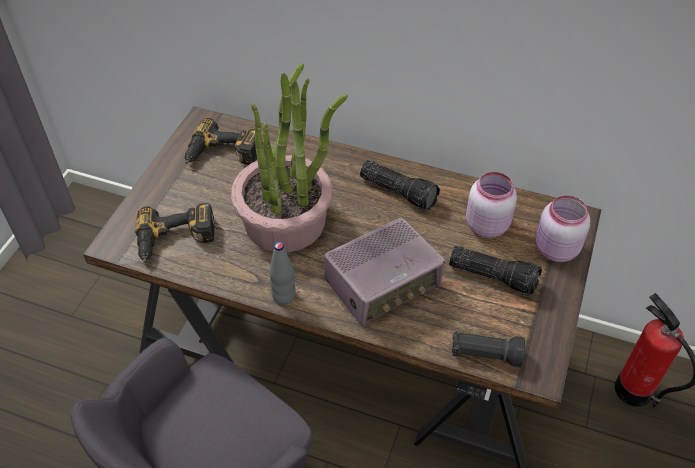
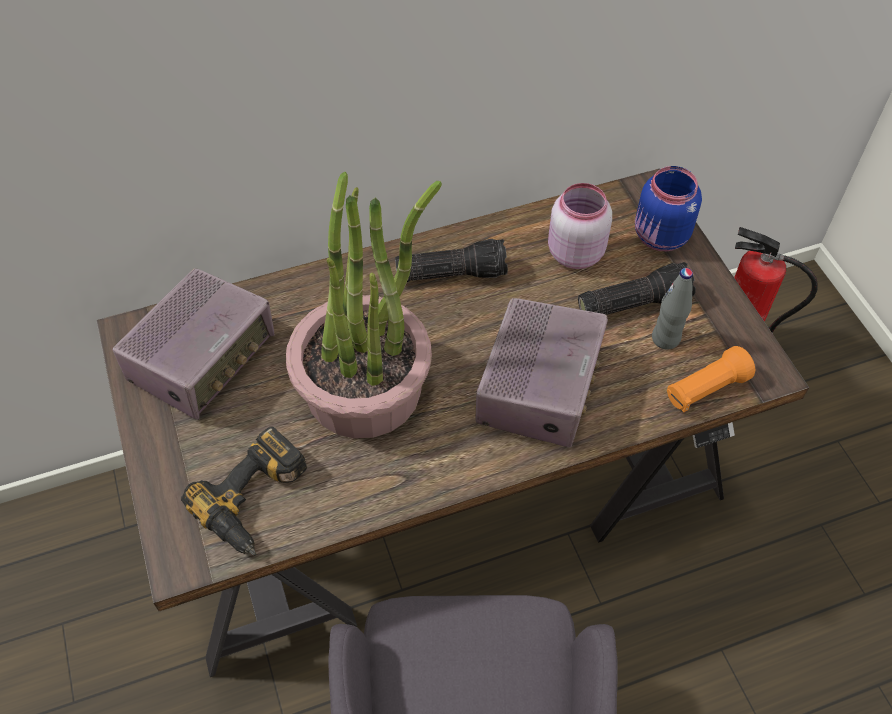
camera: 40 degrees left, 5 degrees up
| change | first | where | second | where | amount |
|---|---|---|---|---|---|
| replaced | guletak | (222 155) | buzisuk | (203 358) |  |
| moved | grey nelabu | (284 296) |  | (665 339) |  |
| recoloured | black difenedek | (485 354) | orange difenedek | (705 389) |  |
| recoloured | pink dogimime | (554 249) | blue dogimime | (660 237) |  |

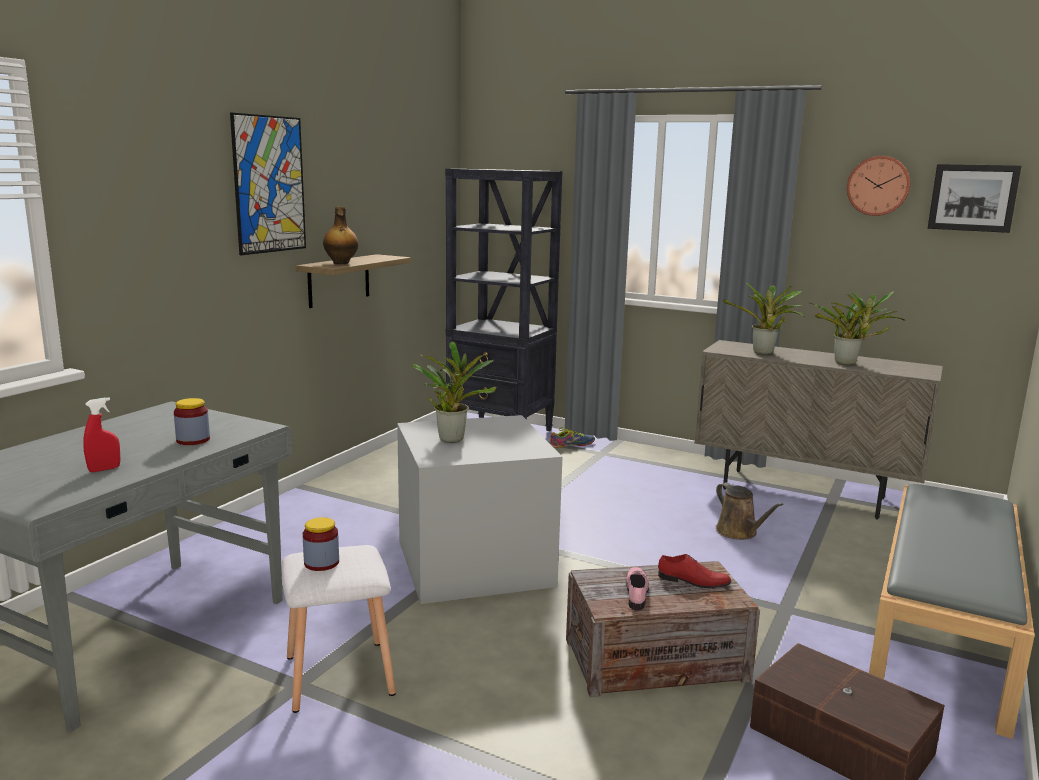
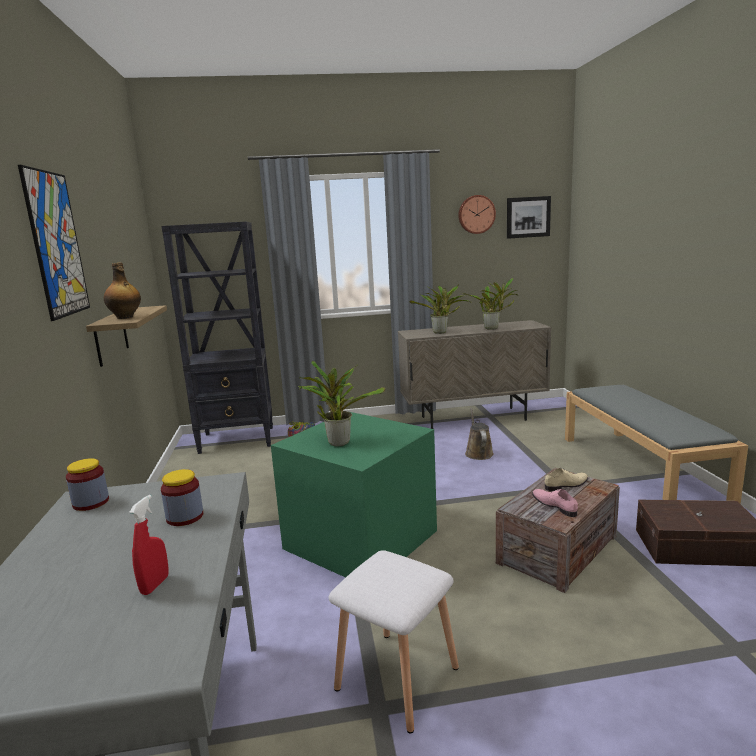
camera: 35 degrees left, 0 degrees up
| change | first | where | second | where | amount |
|---|---|---|---|---|---|
| moved | dogimime | (321 563) |  | (91 502) |  |
| recoloured | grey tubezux | (476 562) | green tubezux | (360 538) |  |
| recoloured | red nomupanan | (693 581) | beige nomupanan | (567 484) |  |
| turned | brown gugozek | (739 532) |  | (478 453) | 120 degrees counterclockwise |

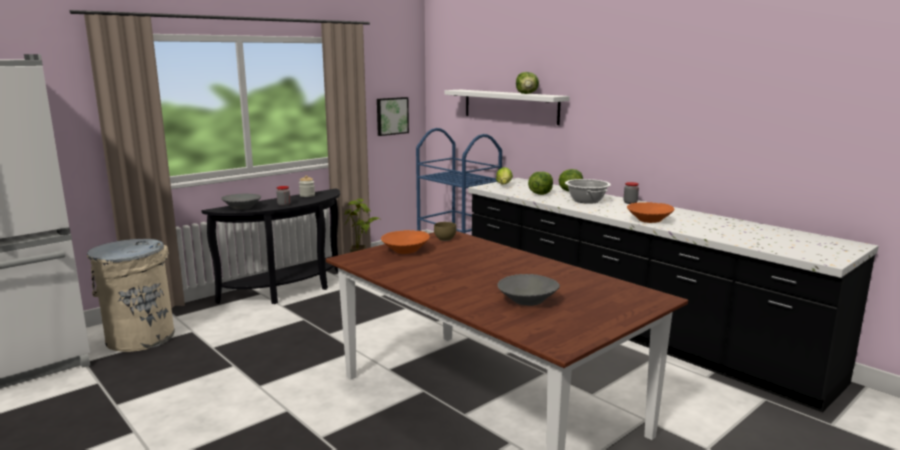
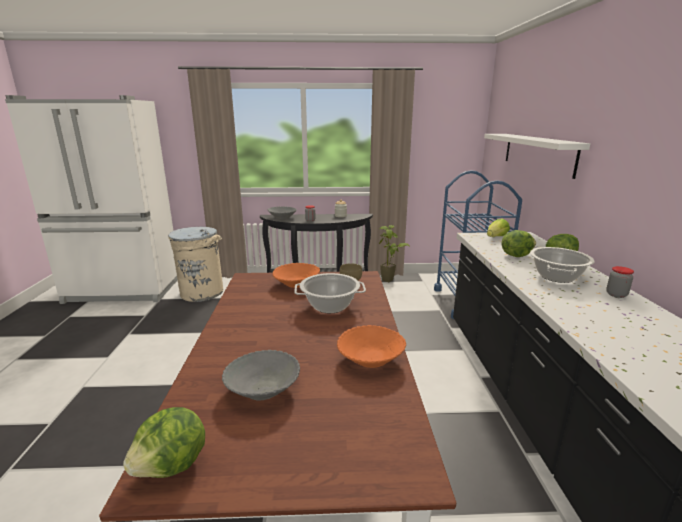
camera: 40 degrees right, 5 degrees up
| change | first | where | second | where | amount |
|---|---|---|---|---|---|
| removed | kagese | (391 116) |  |  |  |
| moved | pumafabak | (527 94) |  | (173 466) |  |
| moved | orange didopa | (649 220) |  | (370 359) |  |
| added |  |  | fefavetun | (330 306) |  |

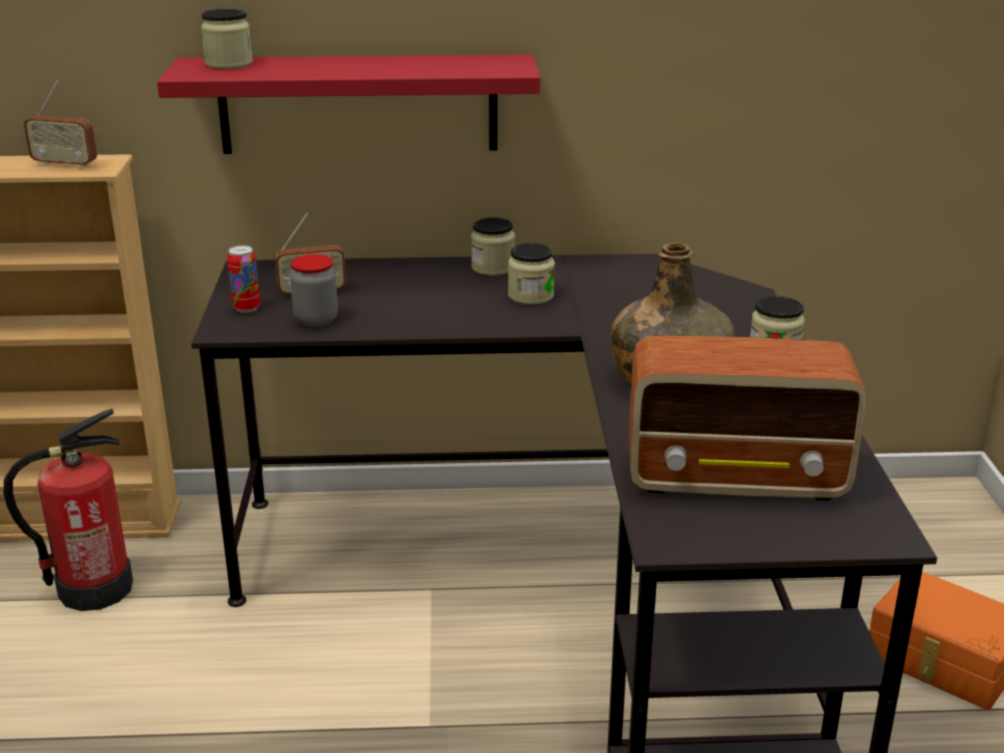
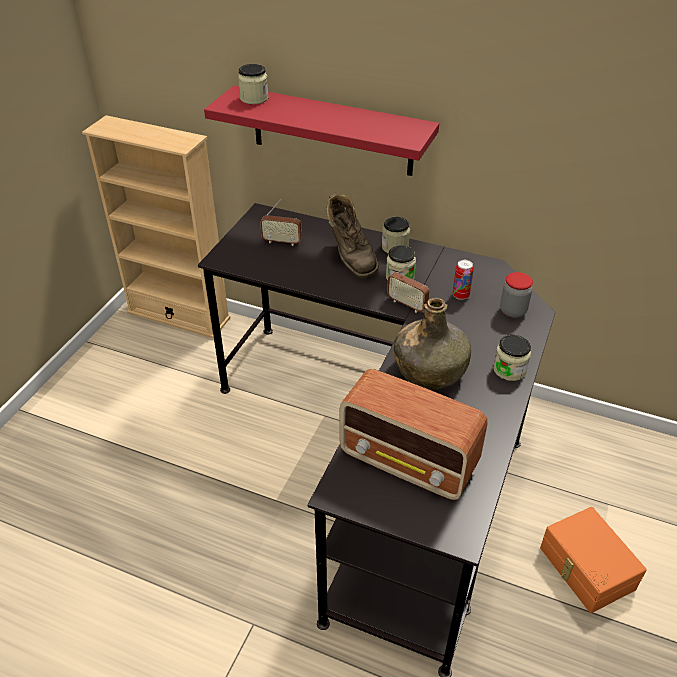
camera: 25 degrees right, 15 degrees up
| change | first | where | second | where | amount |
|---|---|---|---|---|---|
| removed | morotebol | (93 588) |  |  |  |
| moved | buzisuk | (65 165) |  | (407 304) |  |
| moved | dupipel | (246 308) |  | (460 295) |  |
| moved | dogimime | (316 320) |  | (513 311) |  |
| added |  |  | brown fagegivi | (350 258) |  |

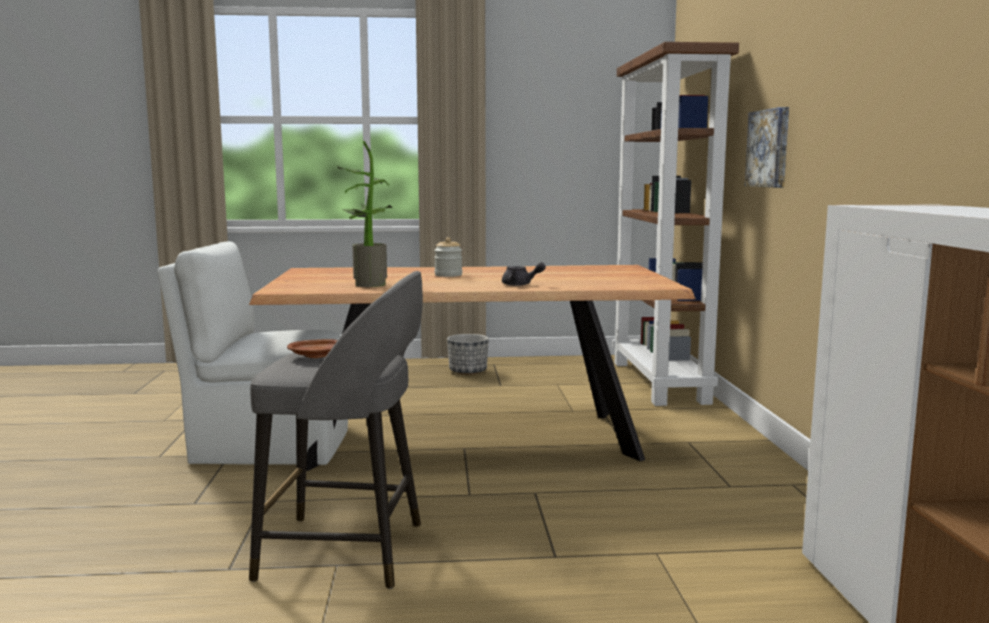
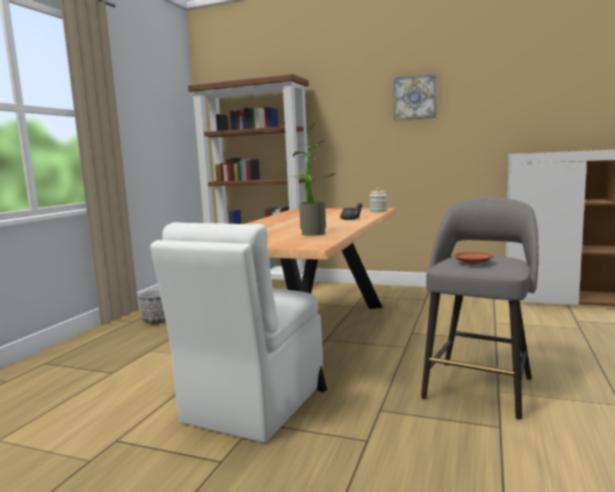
camera: 65 degrees left, 0 degrees up
| change | first | where | second | where | amount |
|---|---|---|---|---|---|
| moved | dogimime | (448 275) |  | (378 211) |  |
| moved | kagese | (770 148) |  | (415 97) |  |

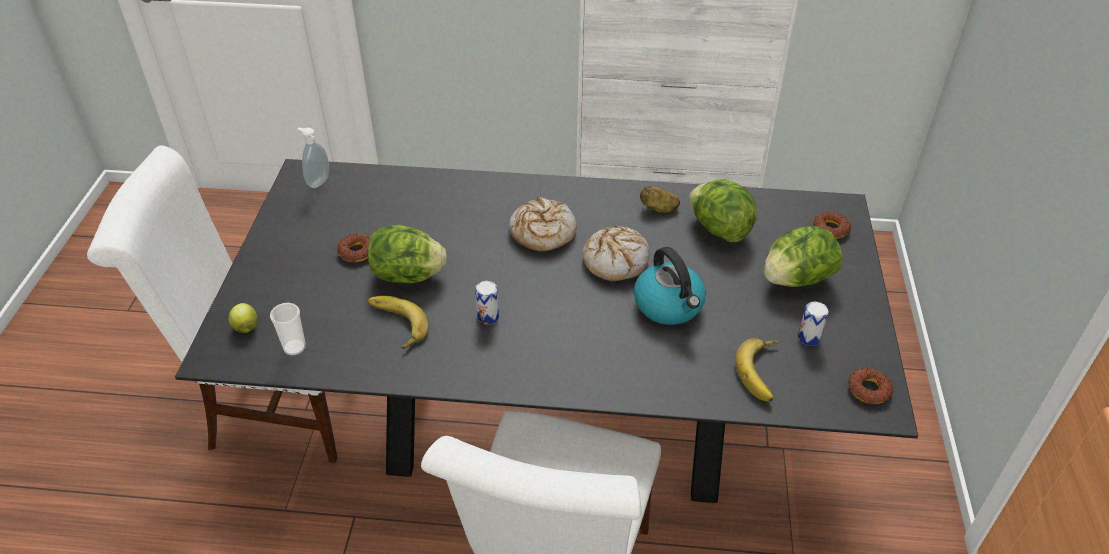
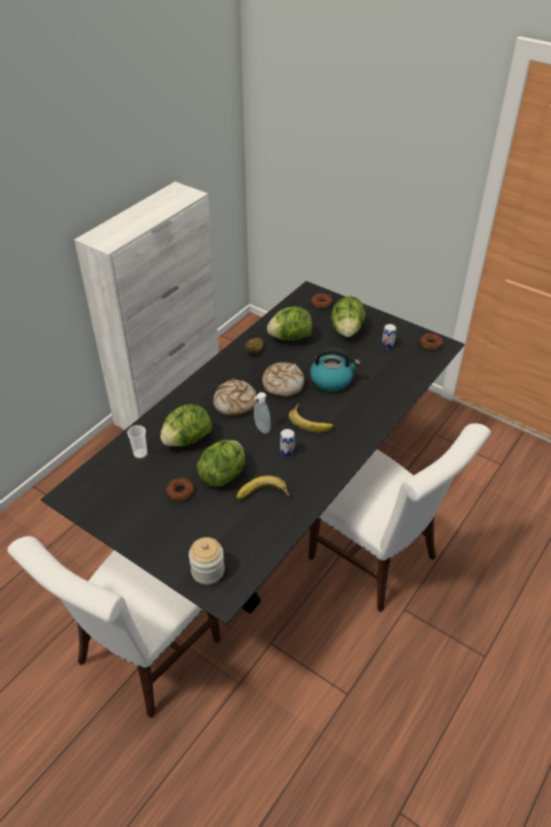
camera: 60 degrees left, 0 degrees up
| change | first | where | second | where | amount |
|---|---|---|---|---|---|
| replaced | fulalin | (246 327) | dogimime | (208 571) |  |
| moved | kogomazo | (294 347) |  | (140 453) |  |
| moved | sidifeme | (317 181) |  | (261 429) |  |
| moved | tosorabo | (764 372) |  | (311 421) |  |
| added |  |  | pumafabak | (187 440) |  |

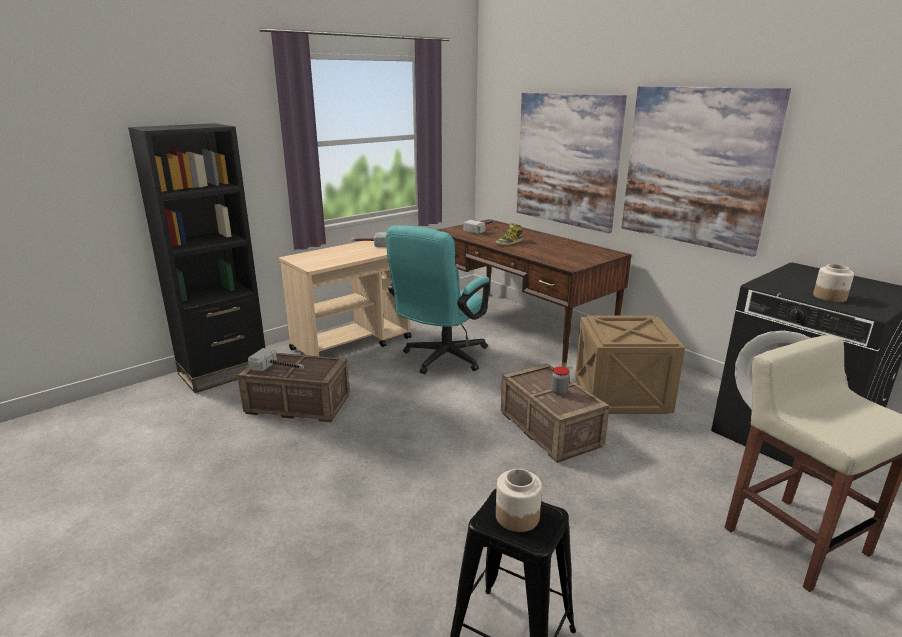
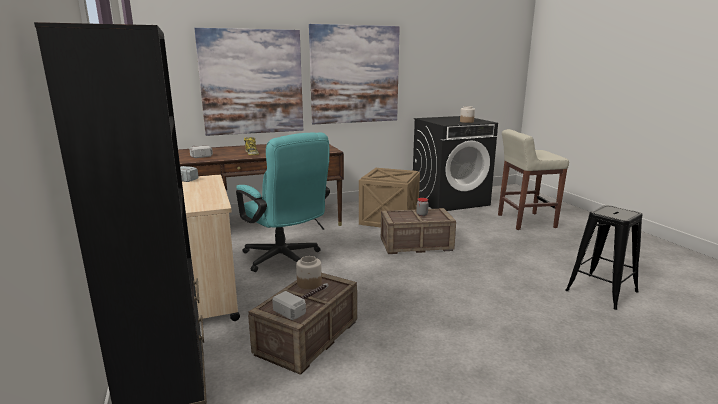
camera: 70 degrees left, 5 degrees down
| change | first | where | second | where | amount |
|---|---|---|---|---|---|
| moved | dogimime | (517 516) |  | (309 283) |  |

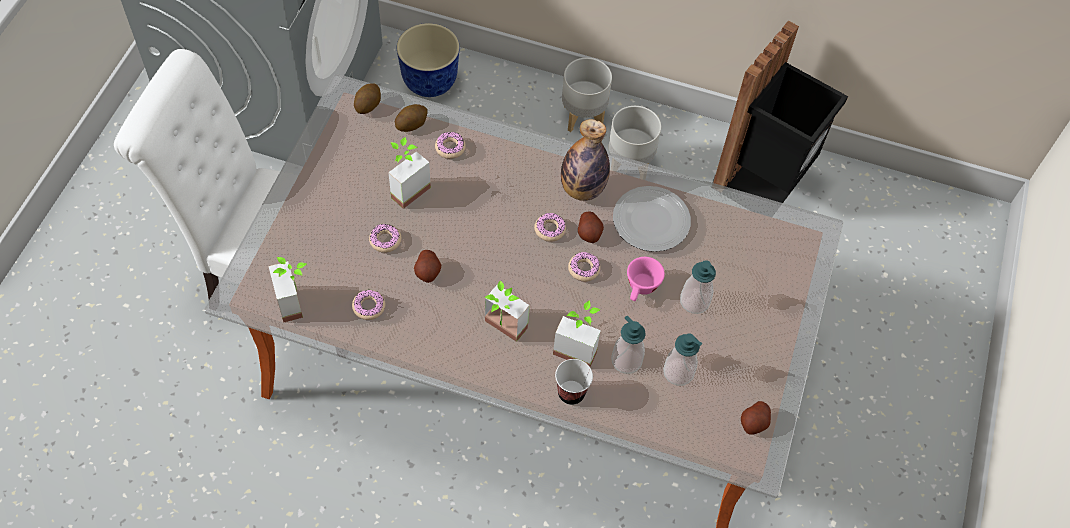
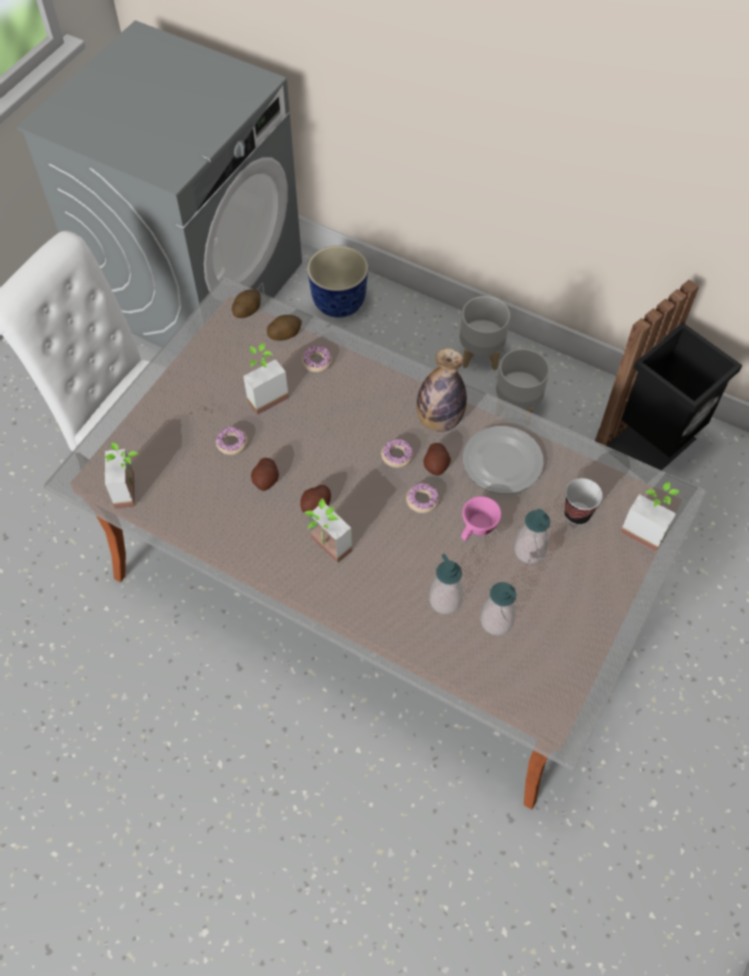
camera: 15 degrees right, 0 degrees up
| change | first | where | second | where | amount |
|---|---|---|---|---|---|
| removed | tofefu | (369 307) |  |  |  |
| moved | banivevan | (577 346) |  | (646 528) |  |
| moved | kogomazo | (571 393) |  | (577 514) |  |
| moved | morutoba | (754 423) |  | (316 505) |  |

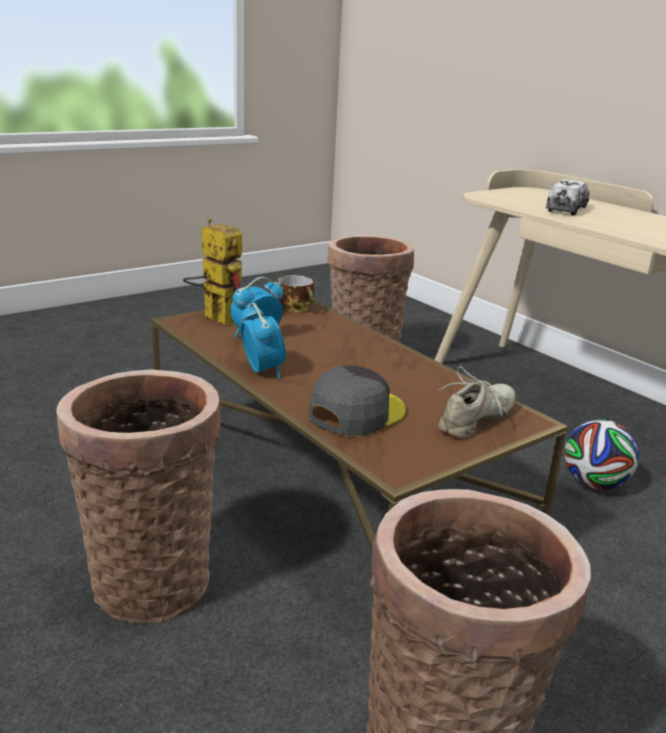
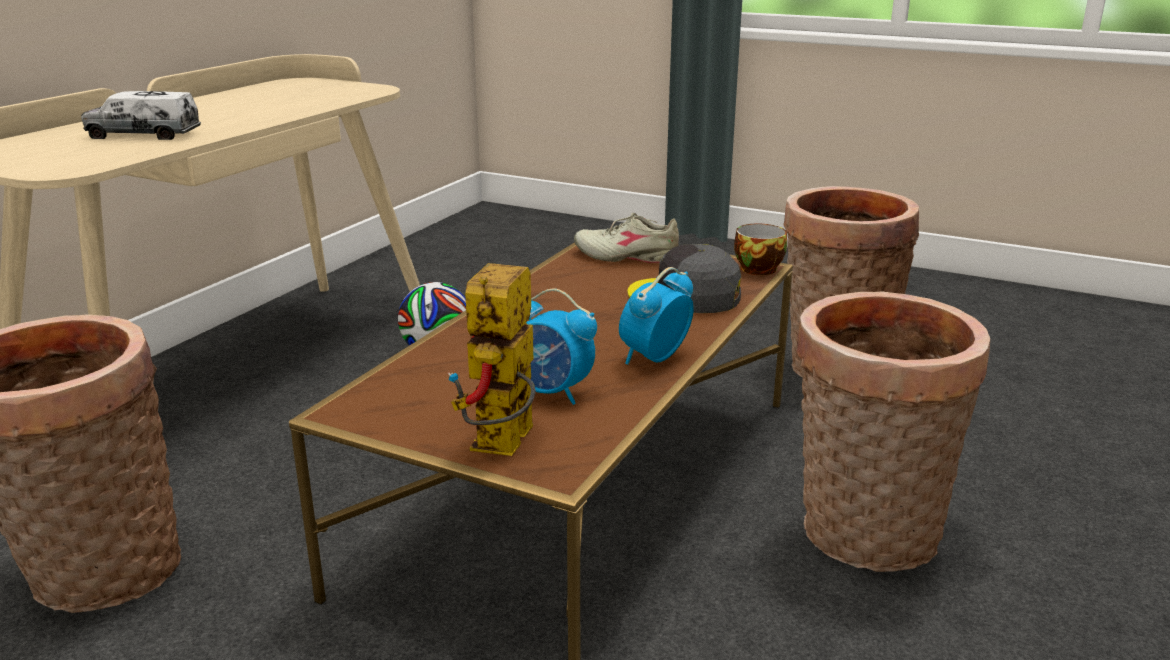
camera: 115 degrees left, 0 degrees up
| change | first | where | second | where | amount |
|---|---|---|---|---|---|
| moved | kogomazo | (297 308) |  | (757 268) |  |

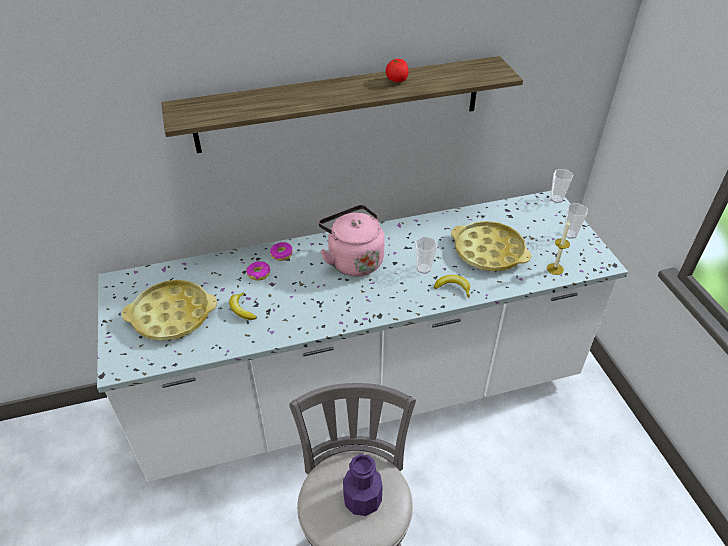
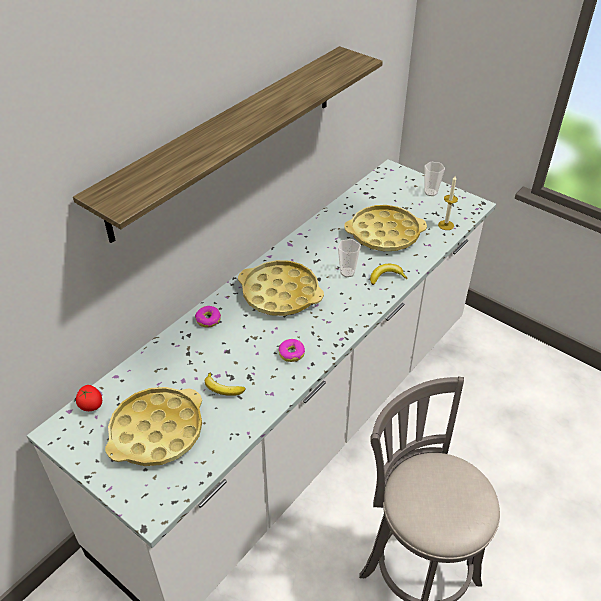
camera: 35 degrees left, 0 degrees up
| change | first | where | second | where | amount |
|---|---|---|---|---|---|
| moved | tofefu | (259 273) |  | (291 353) |  |
| replaced | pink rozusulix | (353 260) | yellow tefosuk | (280 293) |  |
| removed | purple nelabu | (362 499) |  |  |  |
| moved | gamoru | (397 80) |  | (91 405) |  |
| removed | kogomazo | (557 199) |  |  |  |

